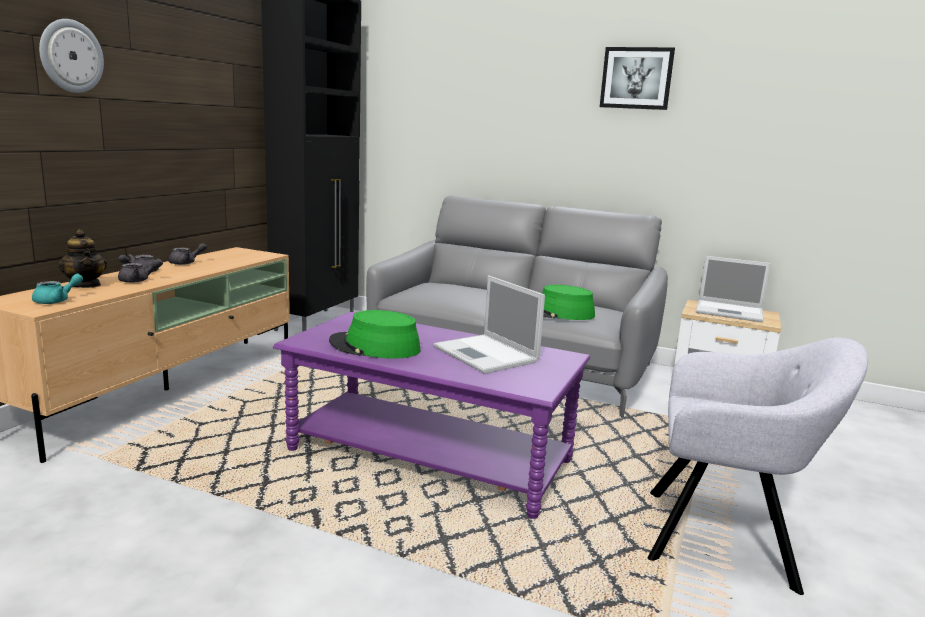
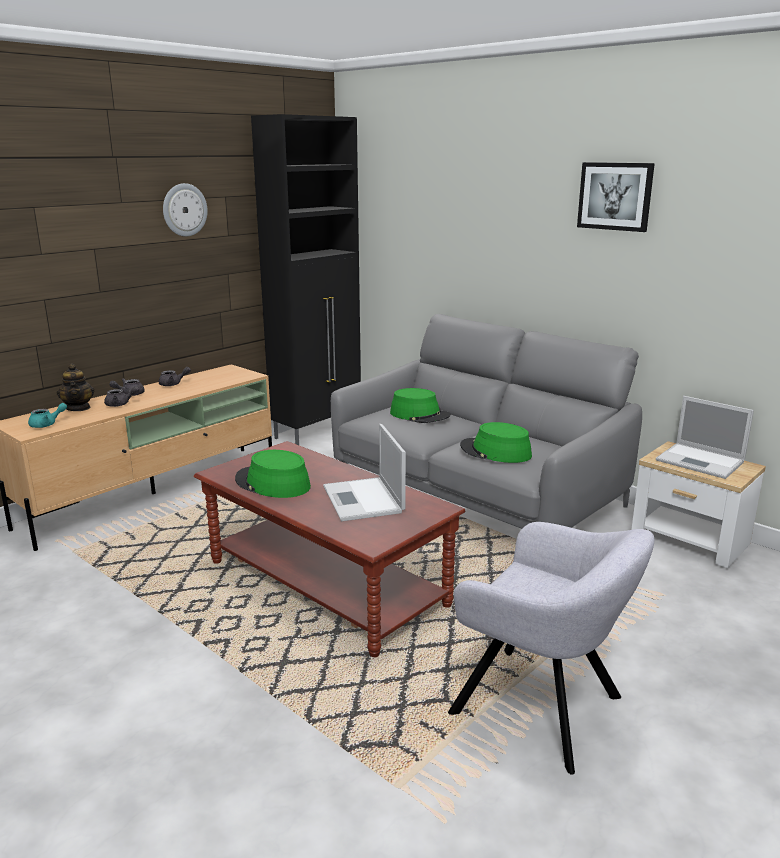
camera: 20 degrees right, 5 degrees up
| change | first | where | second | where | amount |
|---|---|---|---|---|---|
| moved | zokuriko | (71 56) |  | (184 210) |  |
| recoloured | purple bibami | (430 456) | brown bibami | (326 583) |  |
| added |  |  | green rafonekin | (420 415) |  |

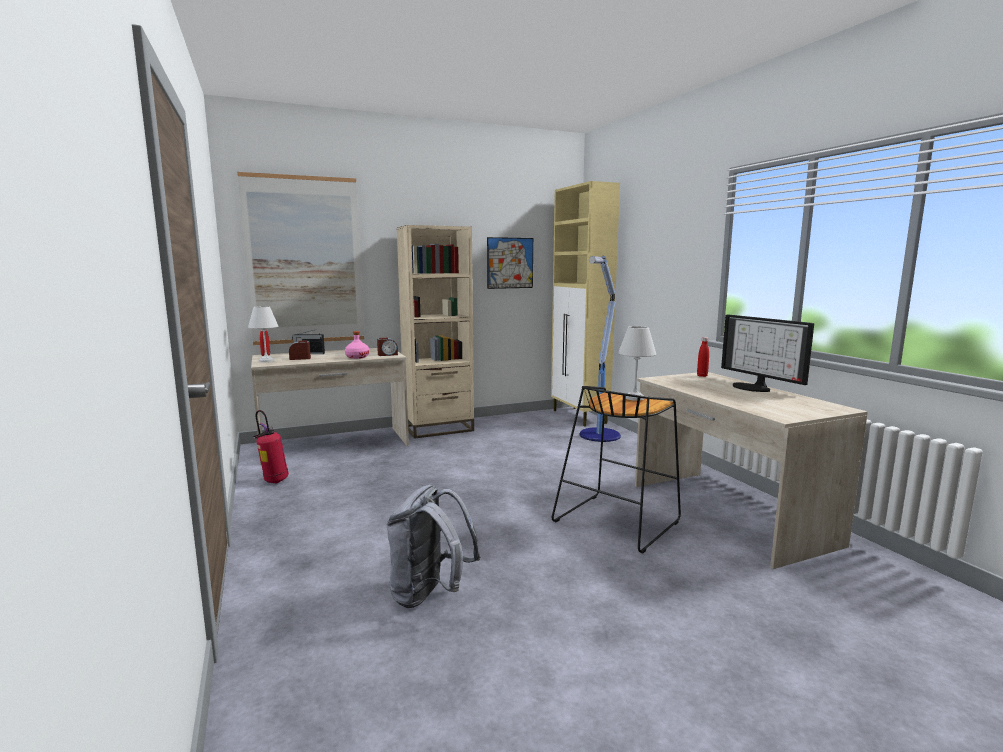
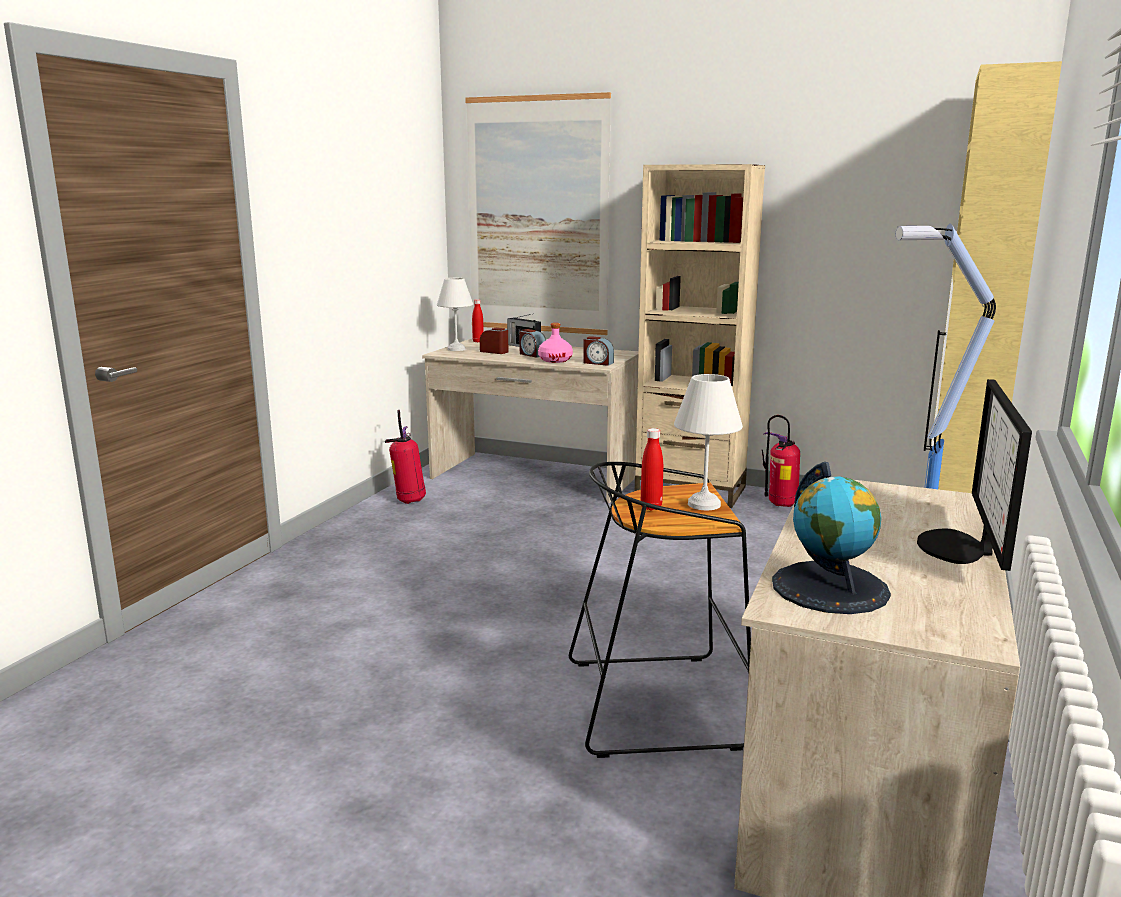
camera: 45 degrees right, 5 degrees up
| change | first | where | second | where | amount |
|---|---|---|---|---|---|
| removed | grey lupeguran | (429 595) |  |  |  |
| removed | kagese | (510 263) |  |  |  |
| moved | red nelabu | (702 376) |  | (651 507) |  |
| added |  |  | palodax | (532 354) |  |
| added |  |  | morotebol | (780 505) |  |
| added |  |  | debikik | (830 587) |  |

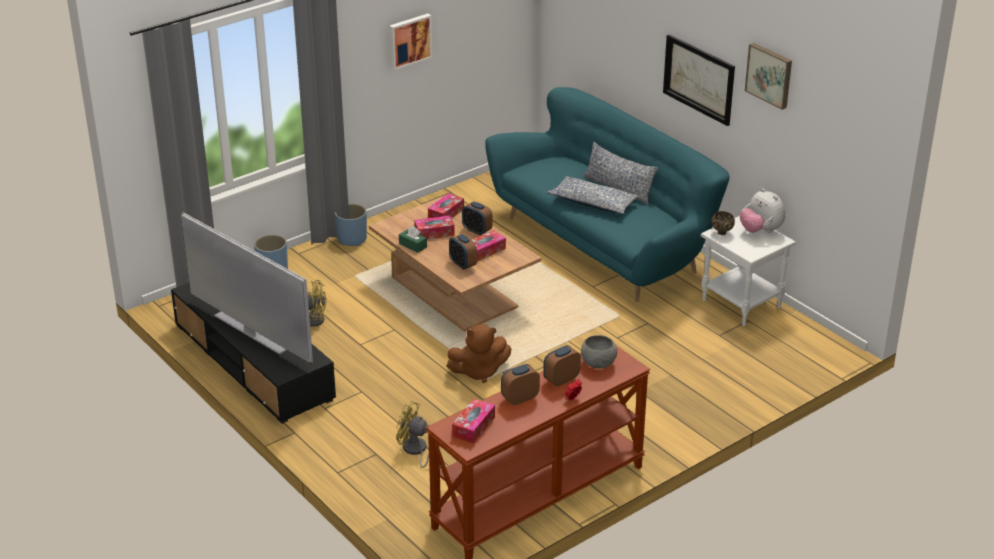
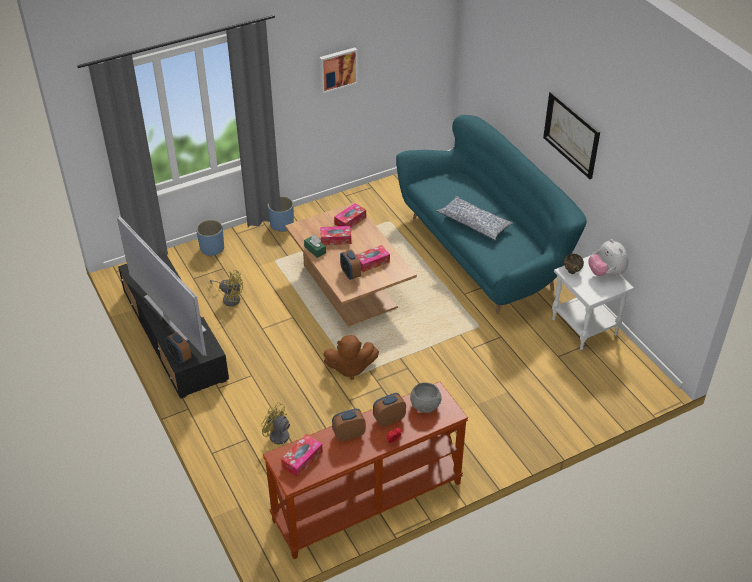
camera: 10 degrees right, 10 degrees up
| change | first | where | second | where | amount |
|---|---|---|---|---|---|
| moved | palodax | (477 231) |  | (179 357) |  |
| removed | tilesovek | (618 188) |  |  |  |
| removed | kagese | (770 75) |  |  |  |

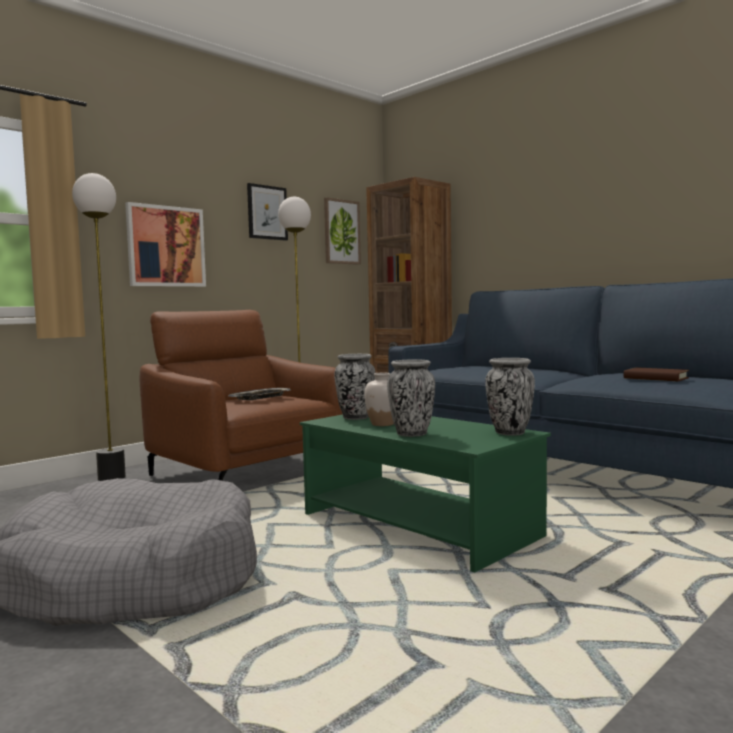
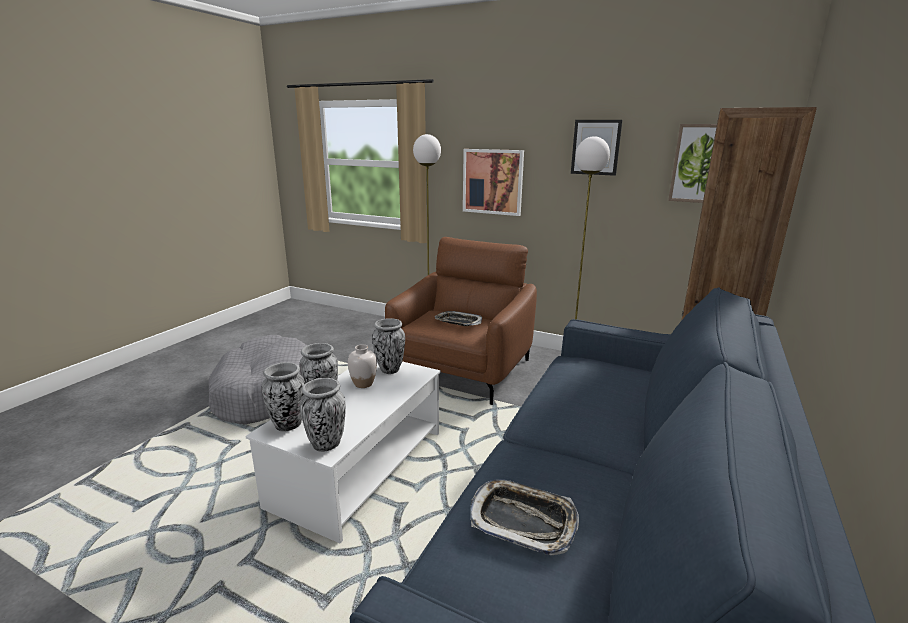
camera: 70 degrees right, 15 degrees up
| change | first | where | second | where | amount |
|---|---|---|---|---|---|
| recoloured | green bibami | (419 526) | white bibami | (359 468) |  |
| replaced | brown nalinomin | (655 378) | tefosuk | (523 520) |  |
| added |  |  | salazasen | (288 425) |  |

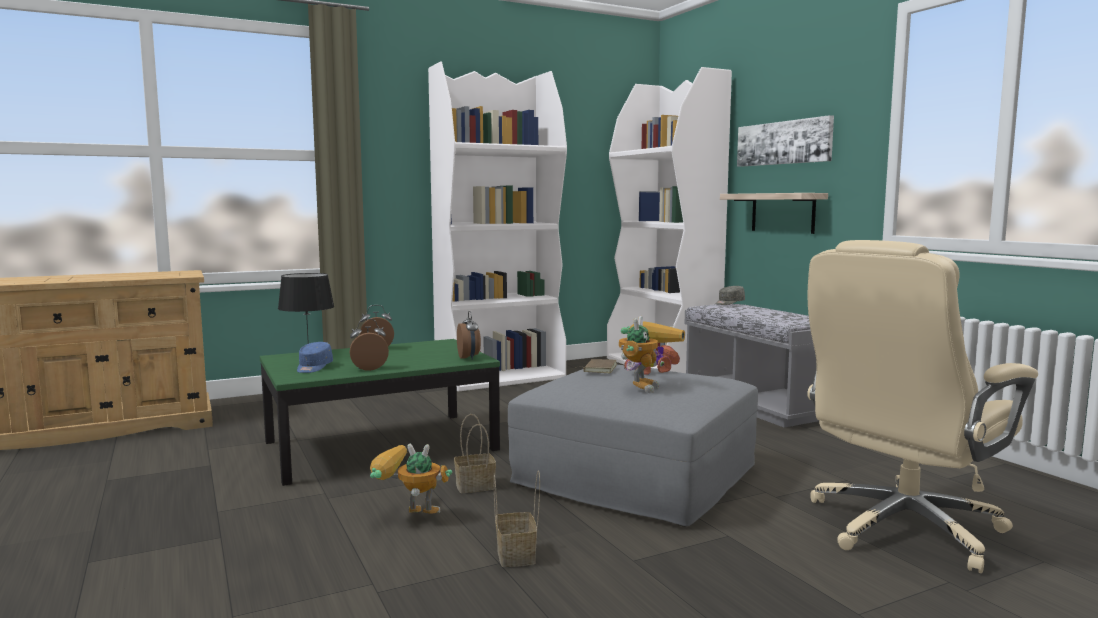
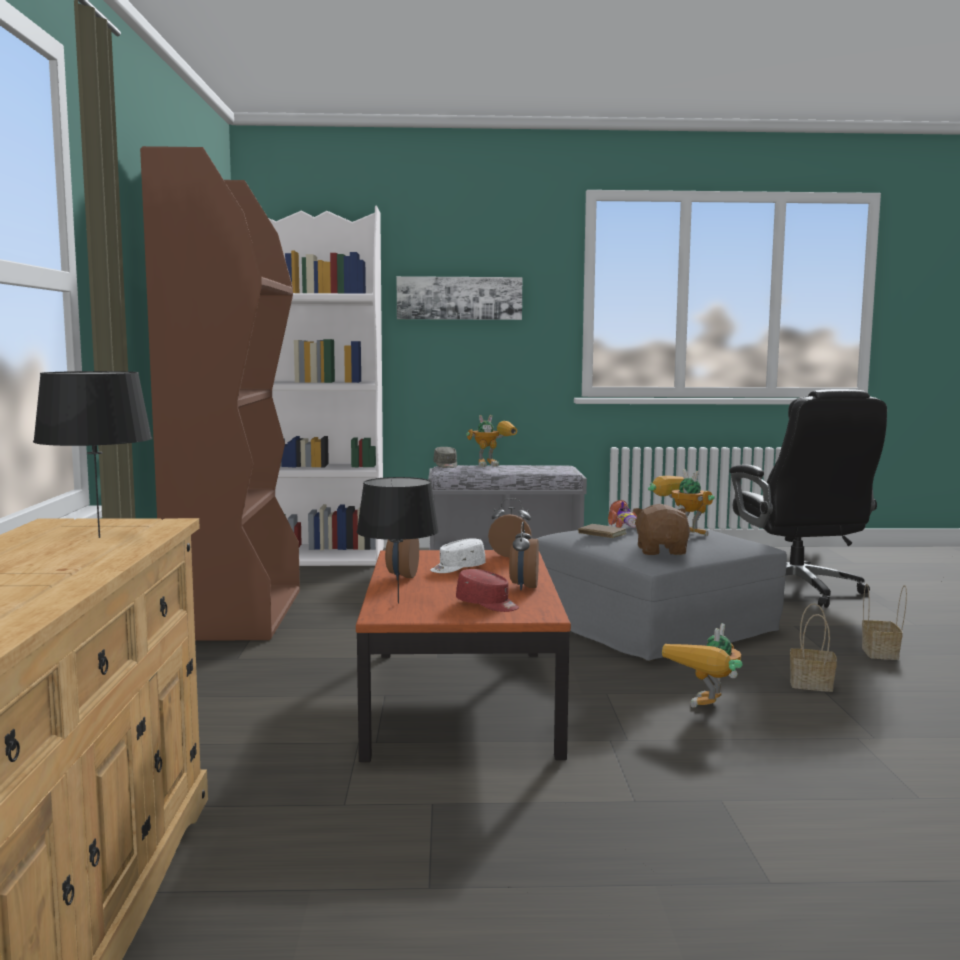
camera: 65 degrees left, 0 degrees up
| change | first | where | second | where | amount |
|---|---|---|---|---|---|
| recoloured | green bibami | (380 446) | brown bibami | (462 700) |  |
| recoloured | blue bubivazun | (313 367) | red bubivazun | (487 605) |  |
| recoloured | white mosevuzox | (501 377) | brown mosevuzox | (236 614) |  |
| moved | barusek | (474 487) |  | (881 653) |  |
| removed | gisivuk | (783 212) |  |  |  |
| recoloured | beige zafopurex | (902 528) | black zafopurex | (797 590) |  |
| added |  |  | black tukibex | (100 538) |  |
| added |  |  | white bubivazun | (457 568) |  |
| added |  |  | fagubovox | (494 465) |  |
| added |  |  | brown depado | (662 551) |  |

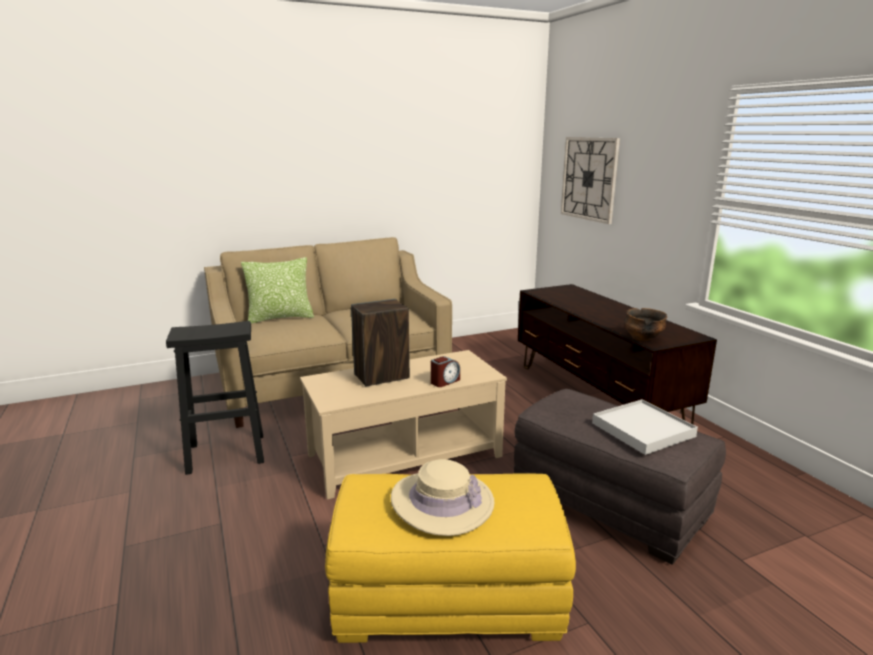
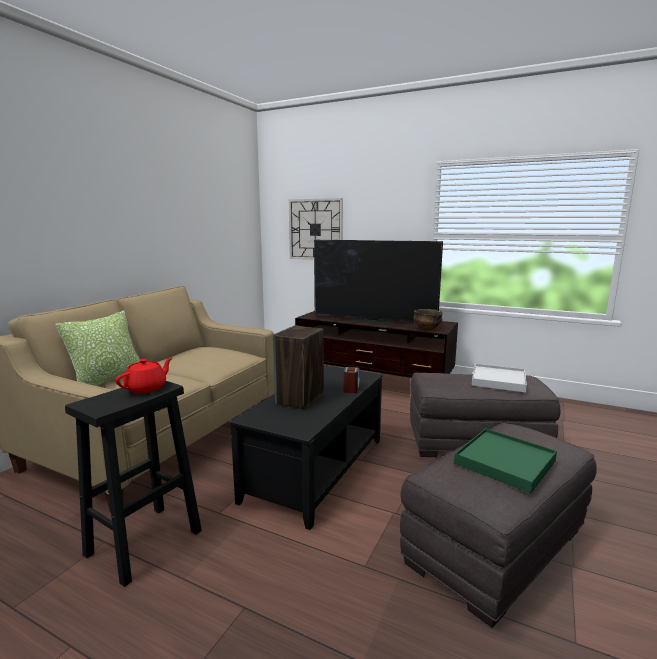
camera: 40 degrees left, 5 degrees down
| change | first | where | second | where | amount |
|---|---|---|---|---|---|
| recoloured | beige bibami | (405 455) | black bibami | (316 468) |  |
| recoloured | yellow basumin | (449 597) | grey basumin | (495 545) |  |
| replaced | beige rafonekin | (442 502) | green tefosuk | (504 462) |  |
| added |  |  | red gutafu | (147 388) |  |
| added |  |  | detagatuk | (373 320) |  |

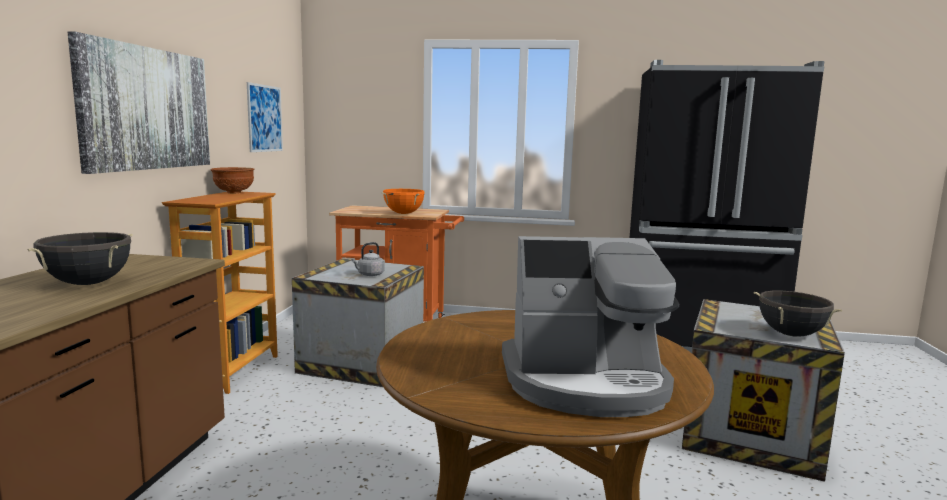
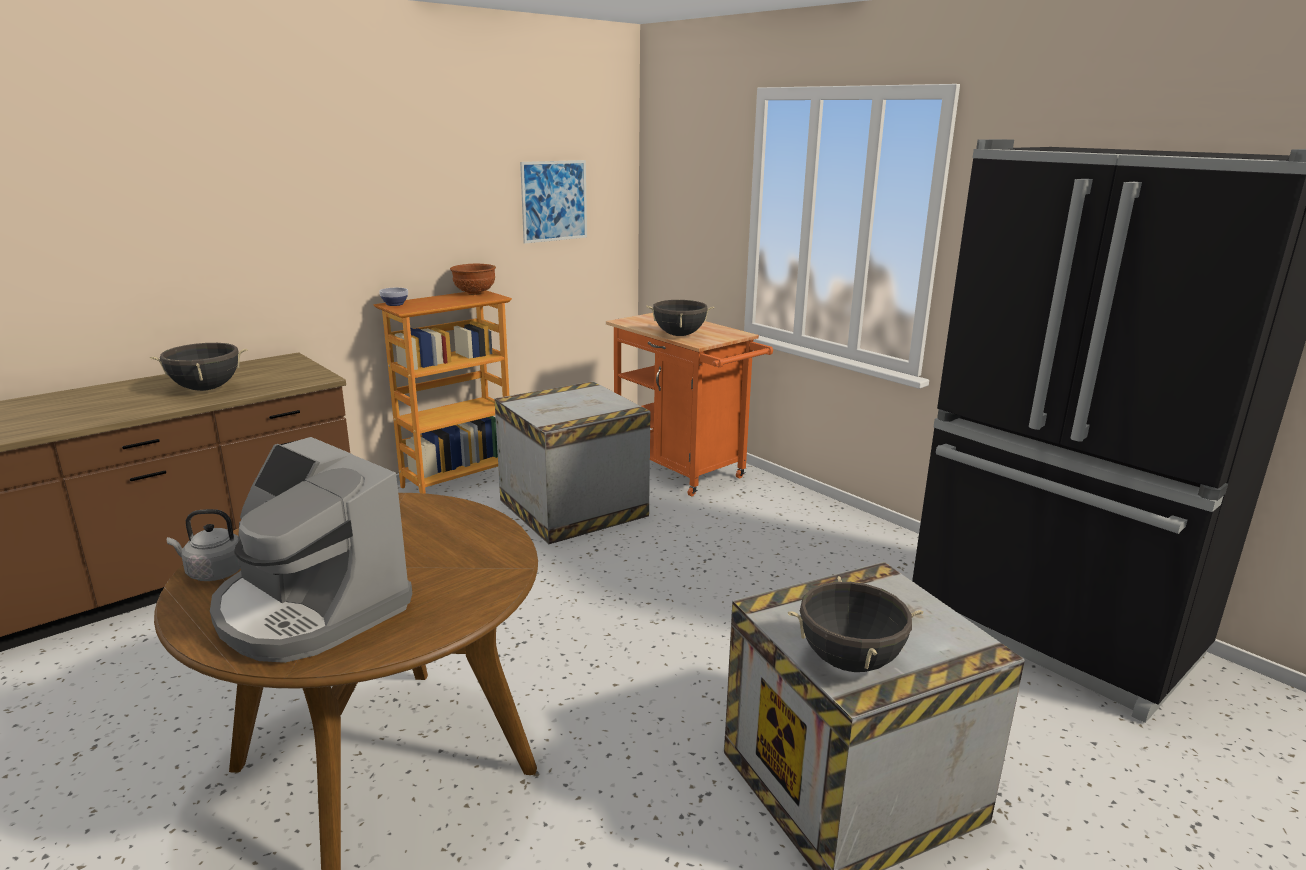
camera: 40 degrees right, 10 degrees up
| change | first | where | second | where | amount |
|---|---|---|---|---|---|
| removed | kagese | (147 109) |  |  |  |
| moved | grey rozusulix | (369 275) |  | (213 572) |  |
| recoloured | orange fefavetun | (403 213) | black fefavetun | (679 335) |  |
| added |  |  | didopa | (394 304) |  |

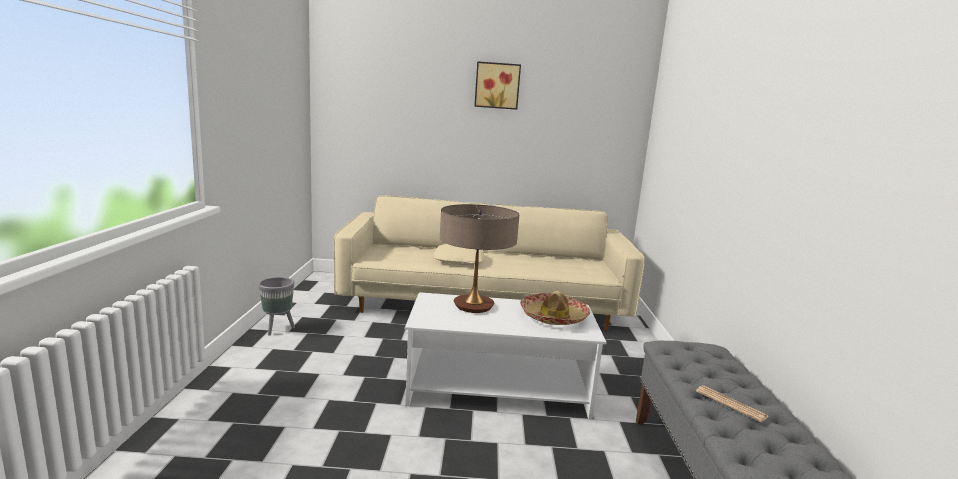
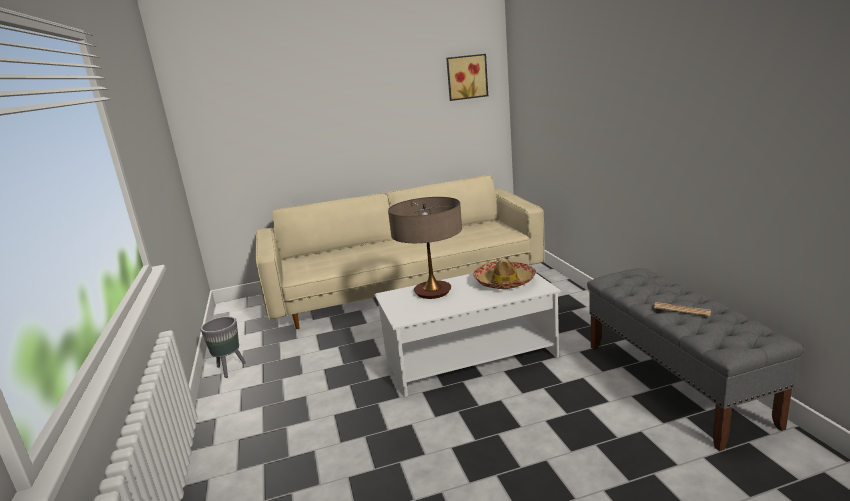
camera: 15 degrees left, 5 degrees up
| change | first | where | second | where | amount |
|---|---|---|---|---|---|
| removed | beige tilesovek | (459 260) |  |  |  |
| moved | kagese | (497 85) |  | (466 77) |  |

